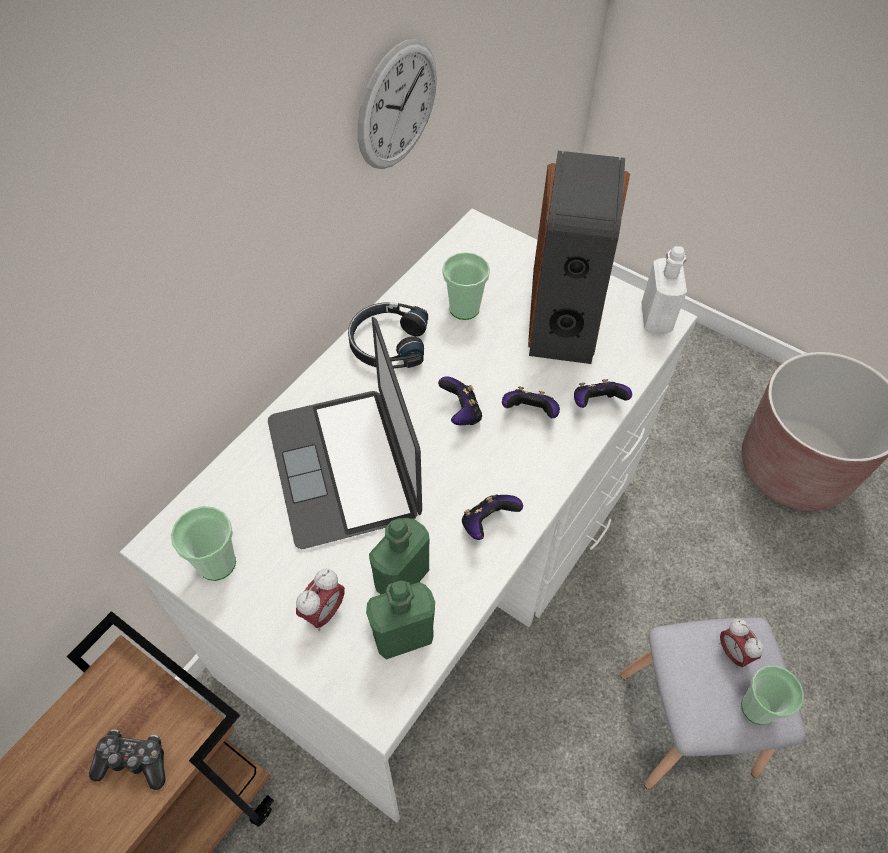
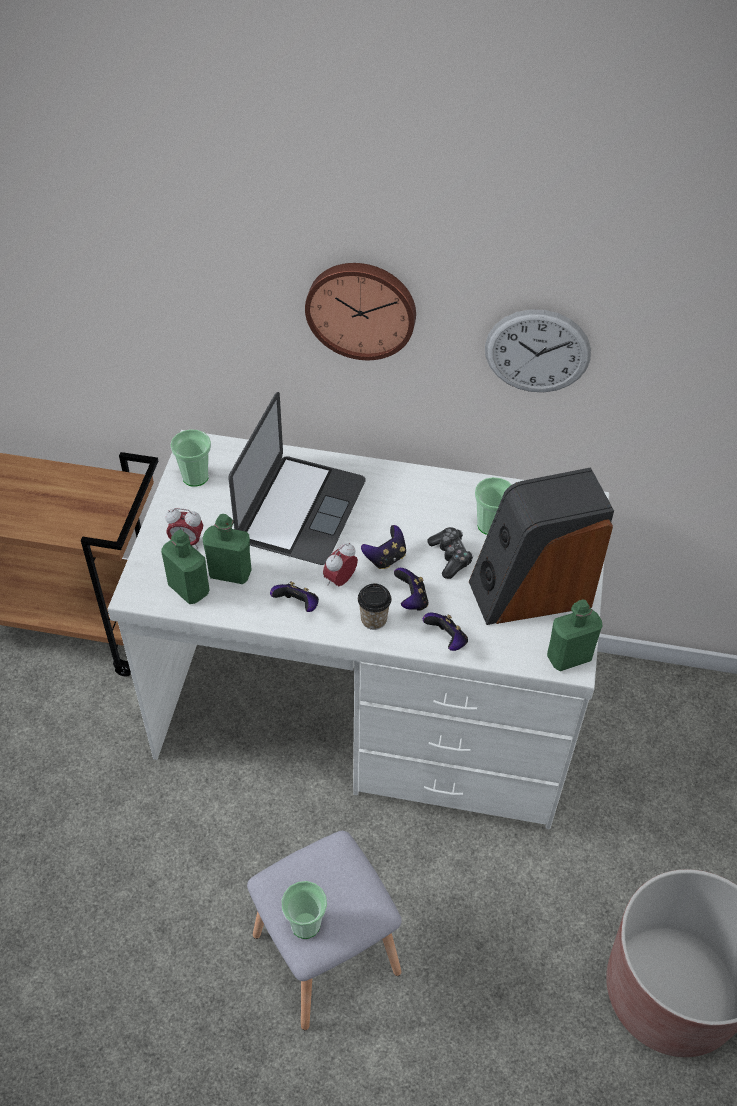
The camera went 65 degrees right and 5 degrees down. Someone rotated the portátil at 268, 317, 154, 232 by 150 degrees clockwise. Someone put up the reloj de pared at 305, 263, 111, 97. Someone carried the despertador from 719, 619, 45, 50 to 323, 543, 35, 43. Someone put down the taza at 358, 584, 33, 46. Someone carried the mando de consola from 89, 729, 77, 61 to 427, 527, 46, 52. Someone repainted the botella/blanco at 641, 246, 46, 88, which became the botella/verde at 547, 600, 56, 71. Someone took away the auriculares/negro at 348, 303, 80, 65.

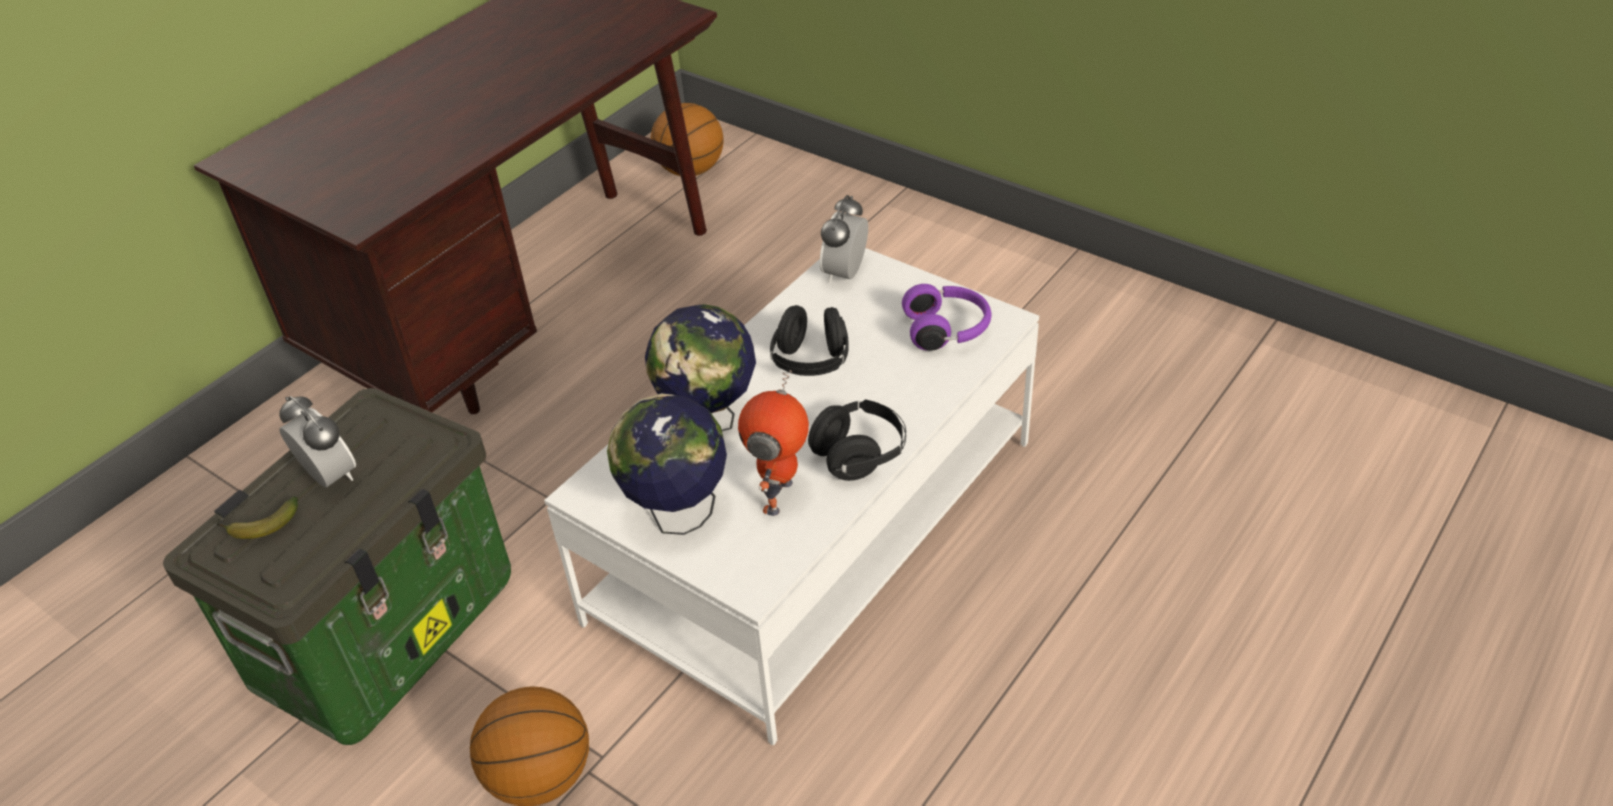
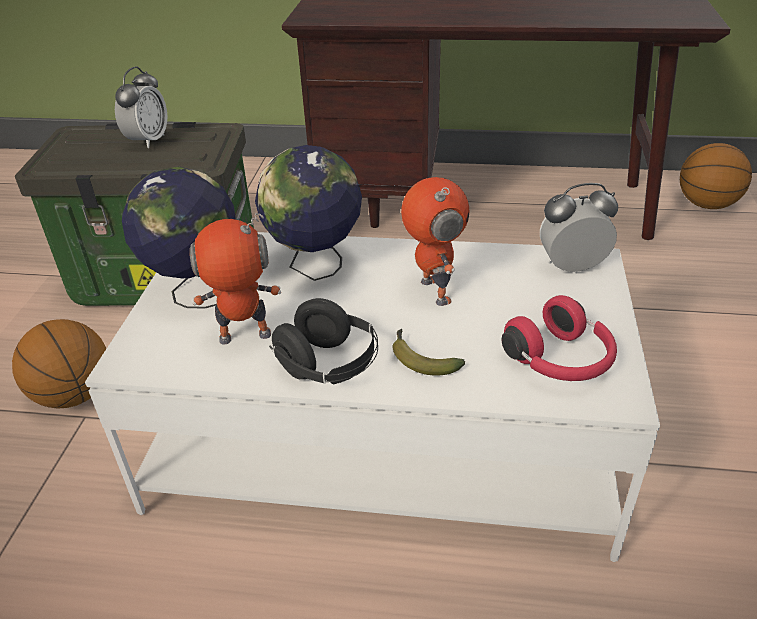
The camera went 60 degrees right and 5 degrees down. Someone carried the plátano from 216, 496, 82, 43 to 393, 329, 72, 47. Someone swapped the auriculares/negro at 770, 305, 79, 71 for the robot de juguete at 401, 177, 68, 129. Someone repainted the auriculares/morado at 902, 284, 89, 67, which became the auriculares/rojo at 502, 295, 115, 86.

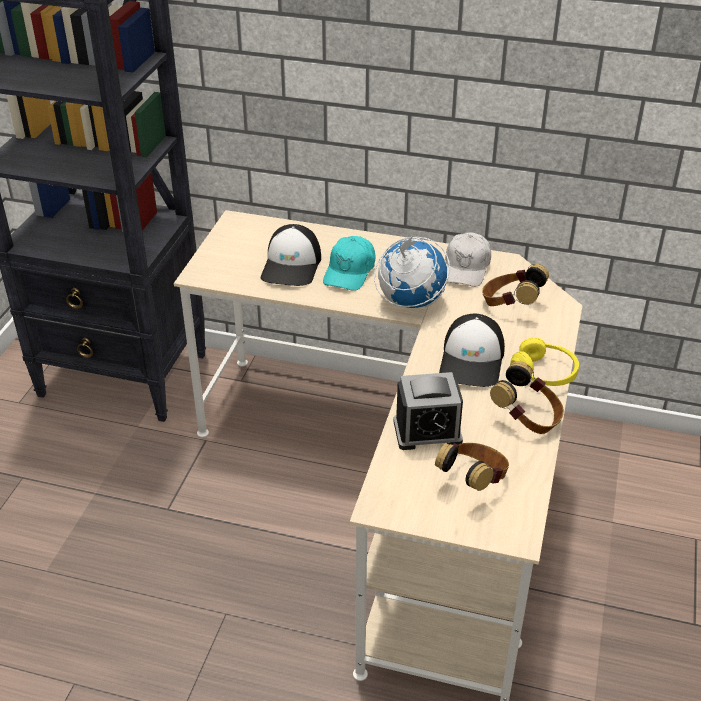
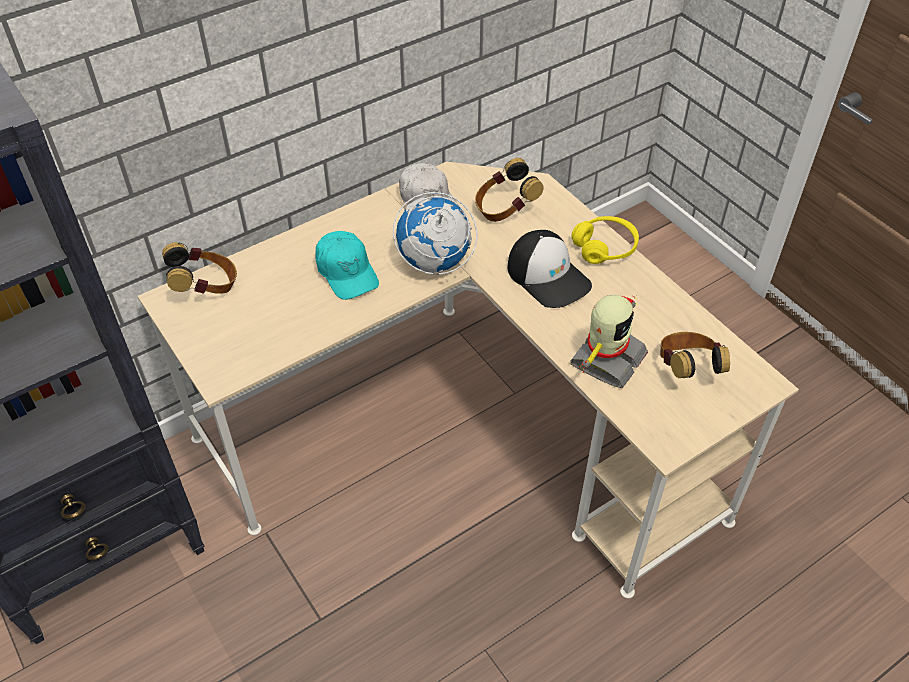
The camera went 50 degrees left and 10 degrees up. Someone carried the auriculares from 490, 361, 74, 73 to 162, 242, 75, 52. Someone swapped the despertador at 393, 372, 70, 78 for the robot de juguete at 570, 295, 78, 93. Someone took away the gorra at 261, 224, 60, 62.

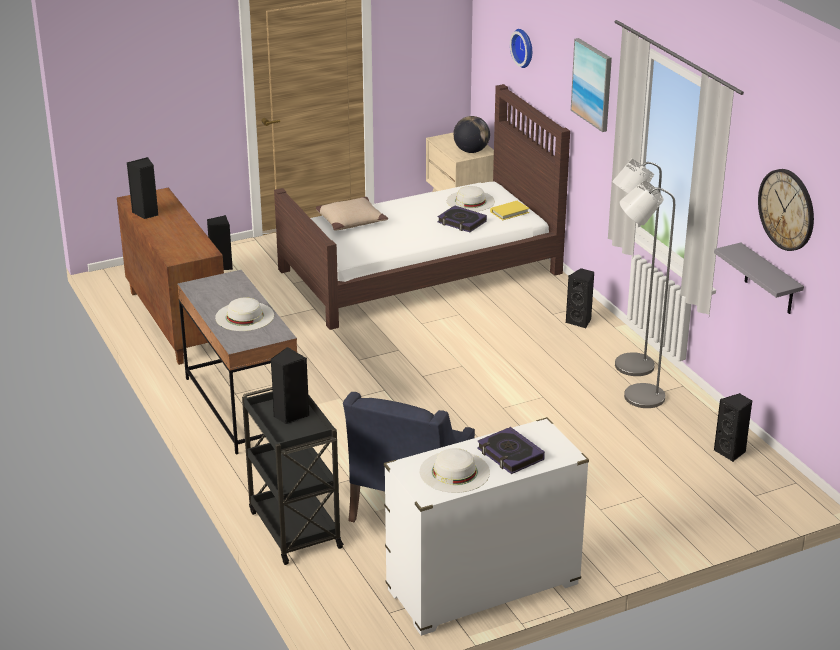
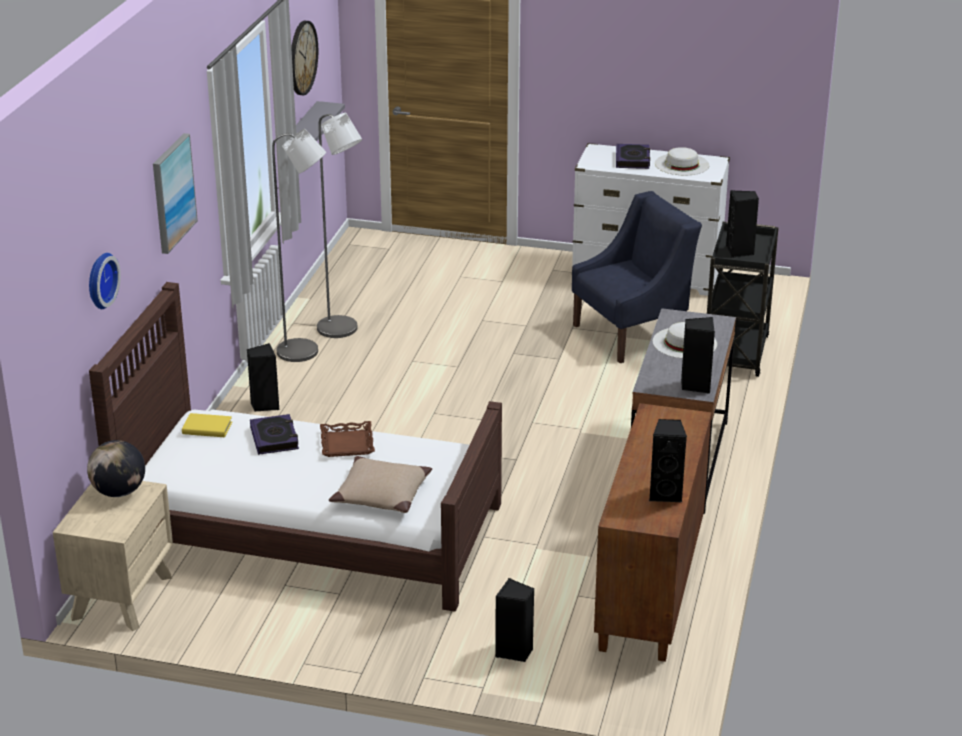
The camera went 140 degrees left and 0 degrees up. Someone put down the bandeja/marrón at 320, 421, 55, 36. Someone carried the altavoz/negro from 714, 393, 38, 69 to 681, 317, 34, 77. Someone took away the sombrero/blanco at 447, 186, 48, 26.

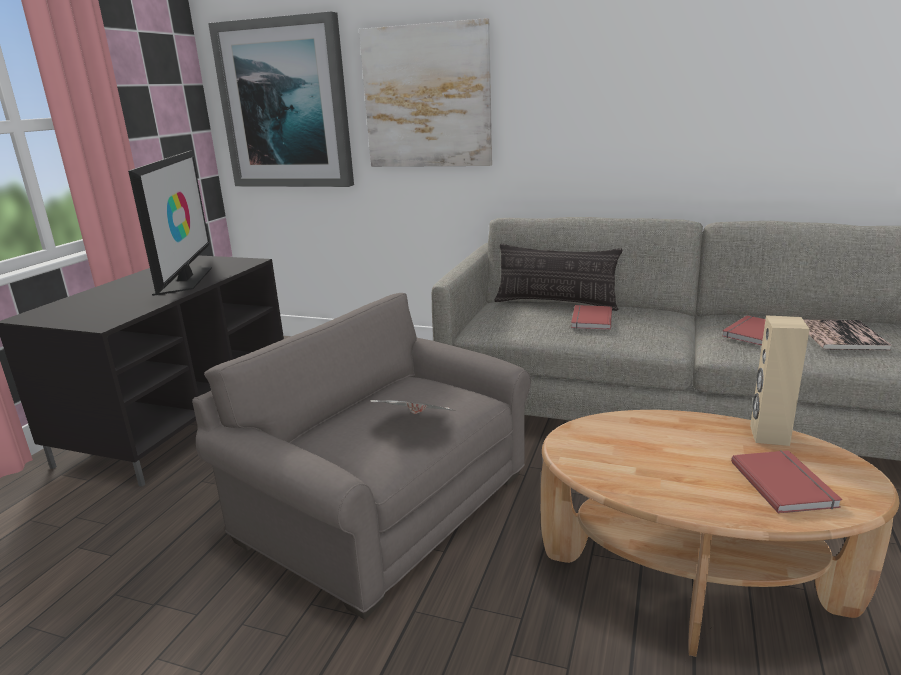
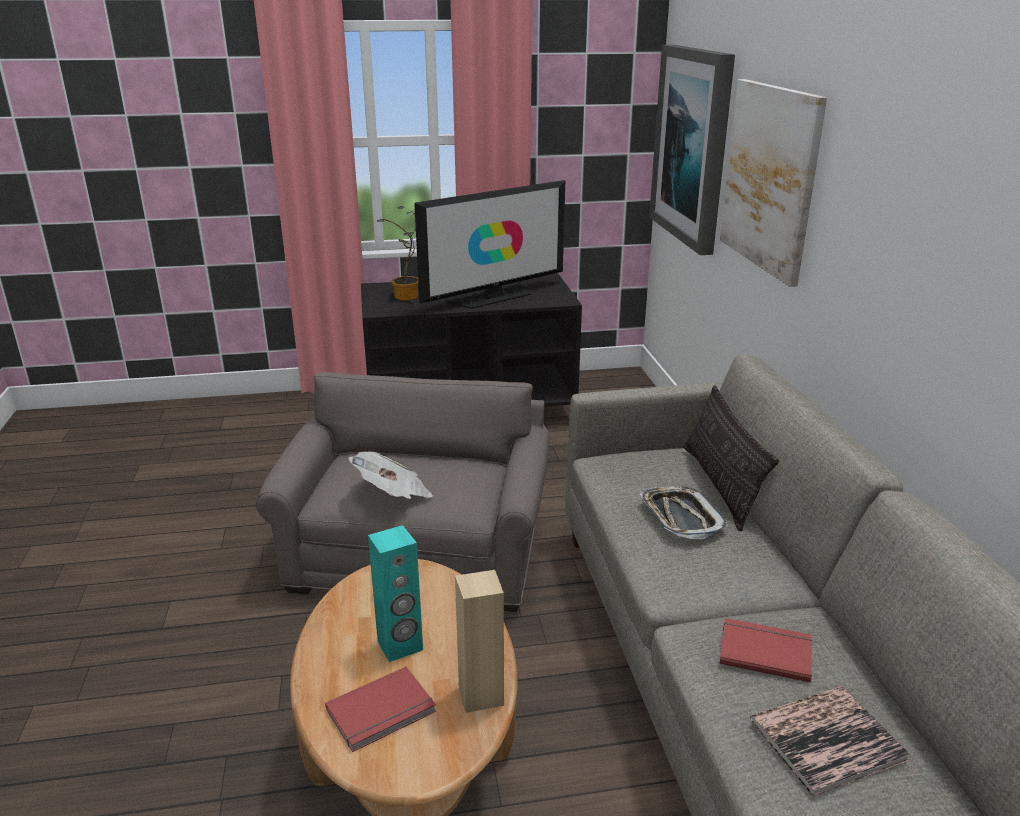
The camera went 60 degrees right and 5 degrees up. Someone put down the altavoz/turquesa at 368, 525, 55, 137. Someone put down the planta en maceta at 377, 206, 42, 95. Someone swapped the libro/rojo at 571, 305, 41, 25 for the bandeja at 639, 486, 89, 53.

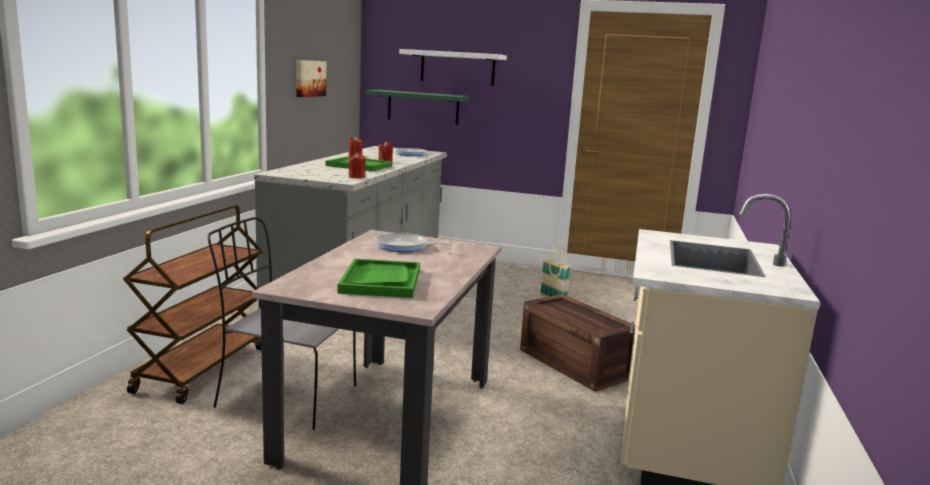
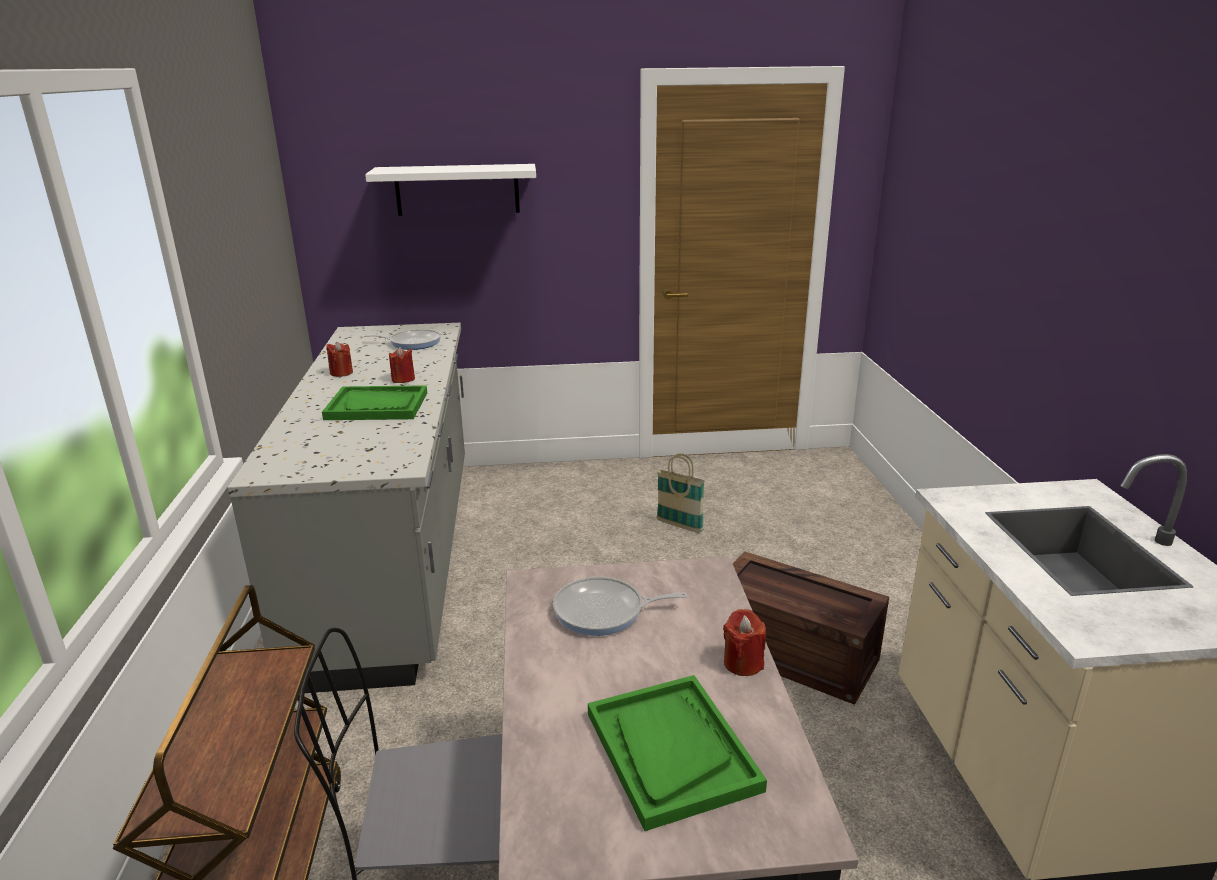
The camera went 20 degrees left and 10 degrees up. Someone carried the vela/rojo from 348, 153, 18, 25 to 723, 609, 43, 67. Someone took away the cuadro at 296, 60, 30, 37. Someone took away the estante/verde at 365, 90, 105, 35.

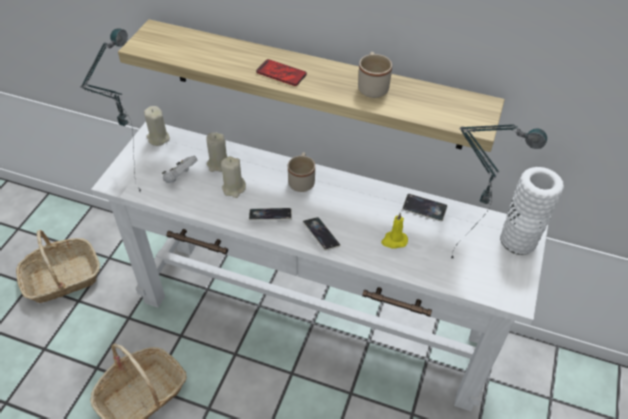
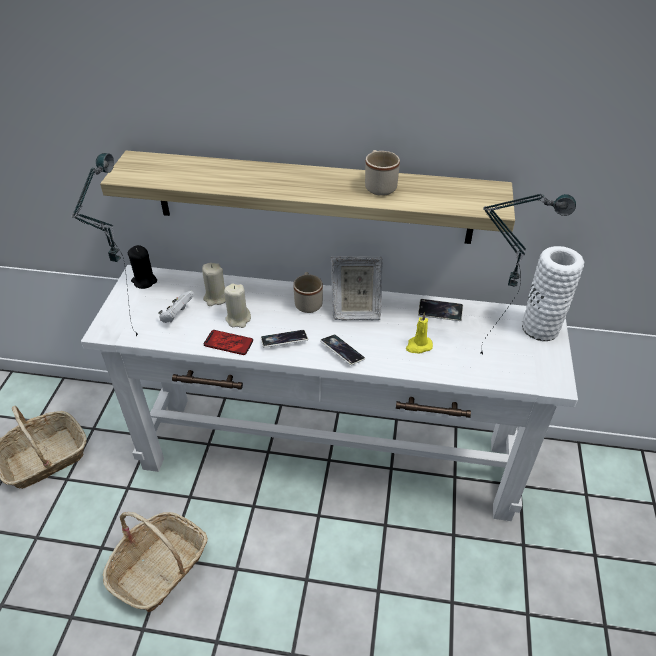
The camera went 10 degrees left and 5 degrees down. Someone repainted the vela/beis at 144, 106, 26, 40, which became the vela/negro at 128, 245, 29, 44. Someone carried the móvil from 256, 59, 51, 27 to 204, 330, 49, 25. Someone put down the portarretratos at 331, 256, 52, 64.

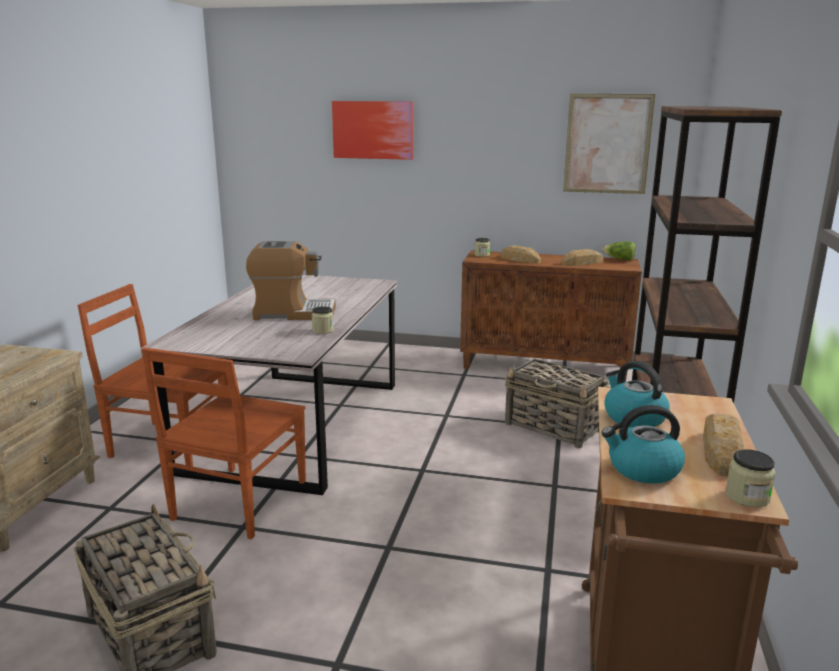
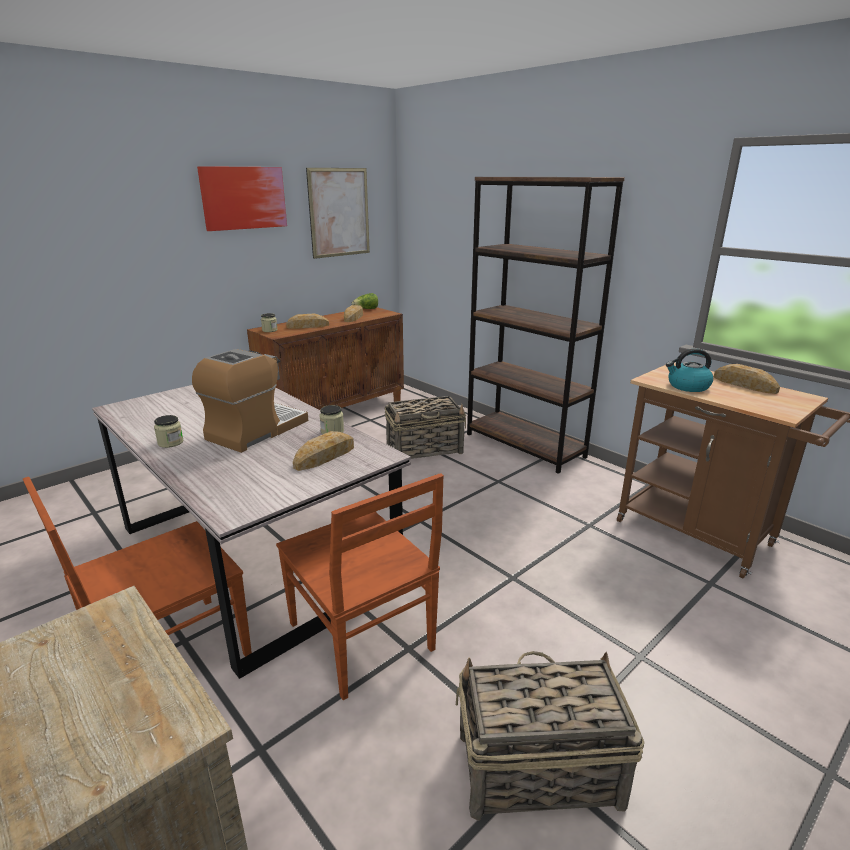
The camera went 55 degrees left and 5 degrees up. Someone carried the tarro from 725, 449, 51, 59 to 154, 415, 30, 33. Someone carried the cuadro from 332, 101, 81, 59 to 197, 166, 90, 65. Someone put down the pan at 293, 431, 61, 40. Someone took away the hervidor at 601, 405, 84, 79.

